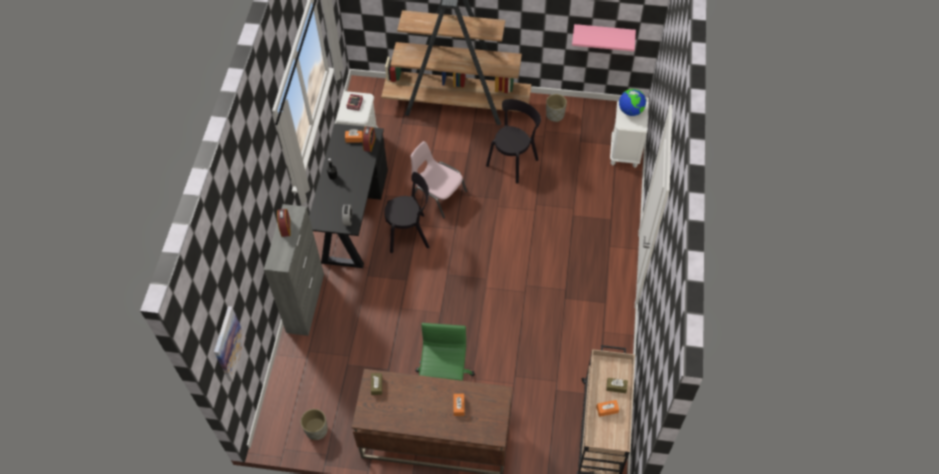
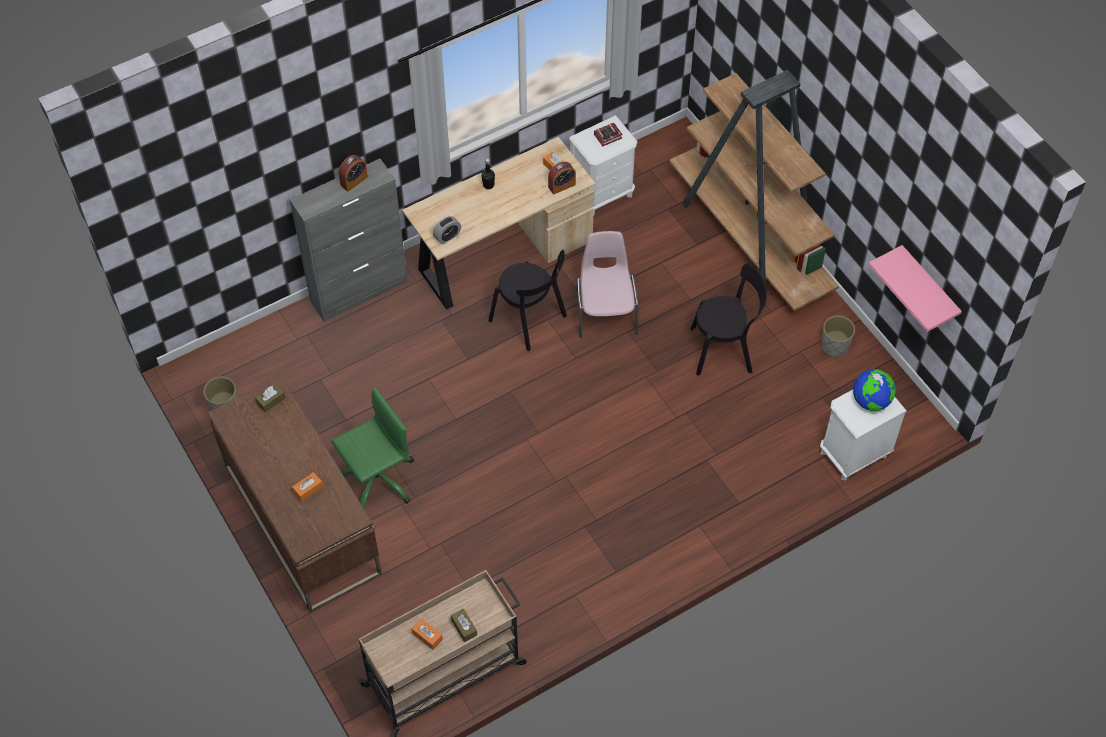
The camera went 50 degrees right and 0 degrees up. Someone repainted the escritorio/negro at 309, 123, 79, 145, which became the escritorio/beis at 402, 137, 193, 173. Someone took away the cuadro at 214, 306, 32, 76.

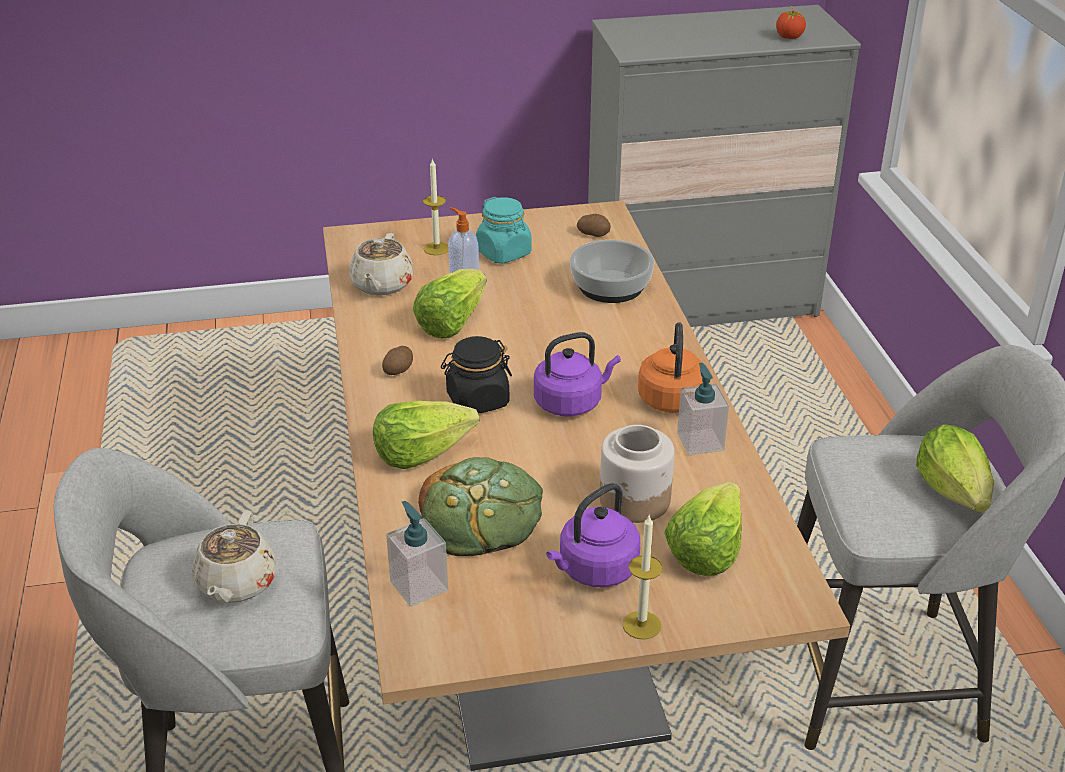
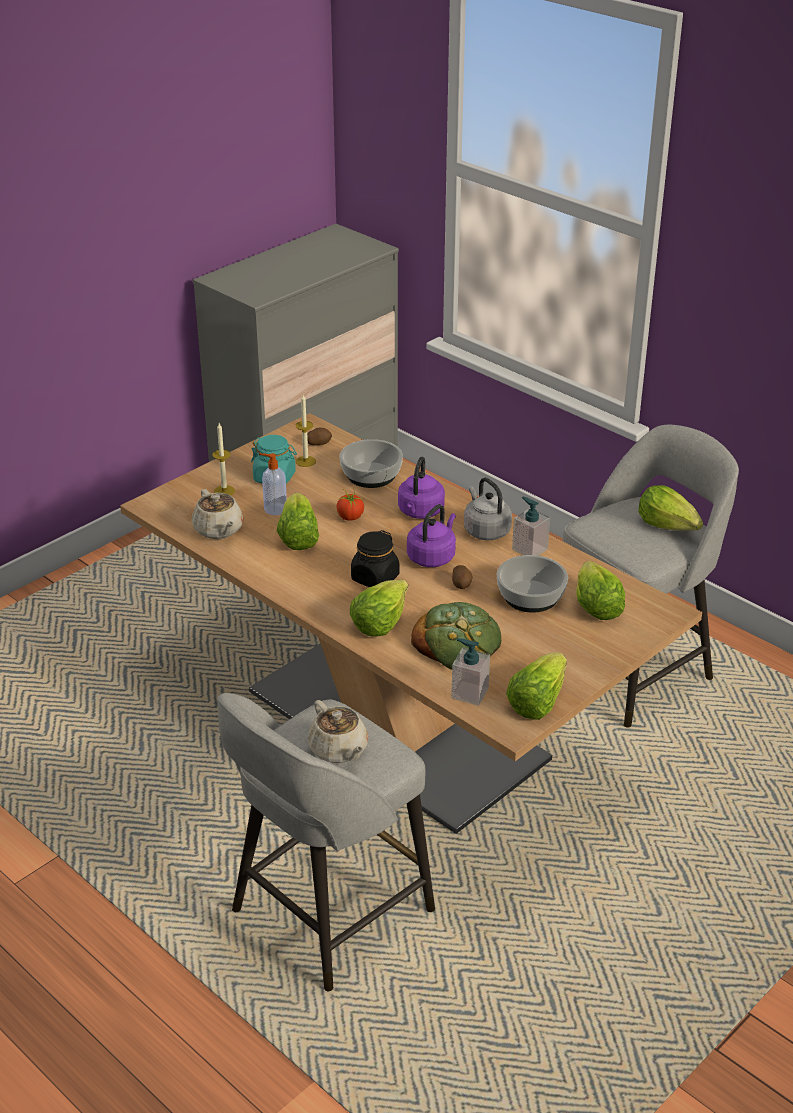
The camera went 35 degrees left and 0 degrees up. Someone carried the vela from 622, 514, 41, 126 to 296, 395, 20, 72. Someone carried the tomate from 776, 6, 30, 33 to 337, 489, 27, 32. Someone carried the hervidor/morado from 546, 483, 94, 104 to 398, 457, 47, 62. Someone carried the patata from 382, 346, 31, 29 to 452, 565, 21, 24. Someone repainted the hervidor/naranja at 638, 322, 65, 91, which became the hervidor/gris at 464, 478, 48, 62. Someone swapped the tarro at 600, 425, 74, 98 for the cuenco at 497, 555, 71, 57. Someone put down the lechuga at 506, 652, 61, 68.

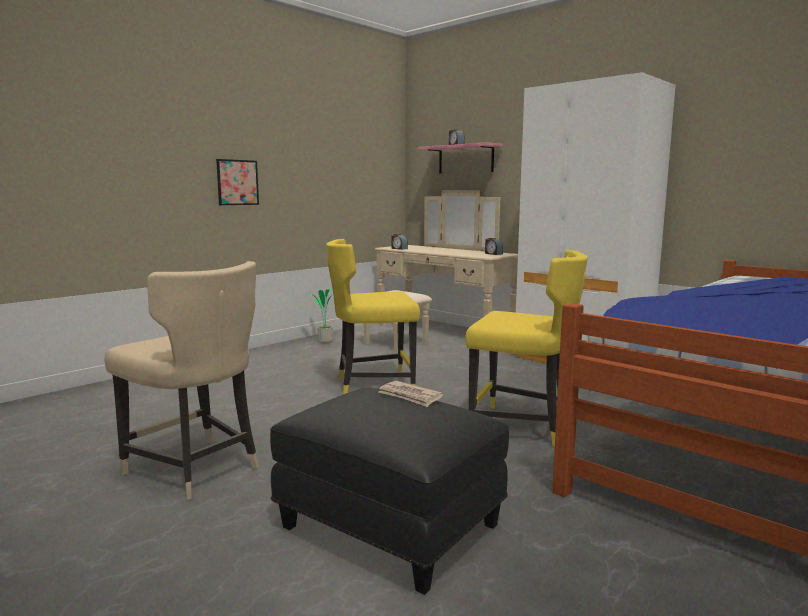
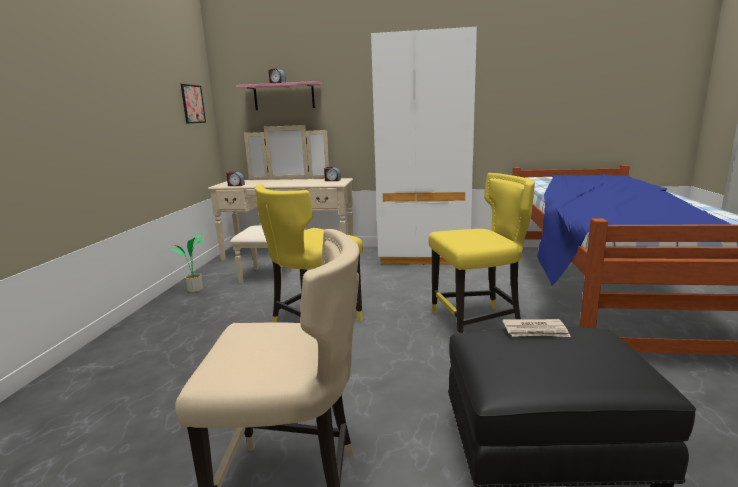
The camera went 35 degrees left and 5 degrees up. Someone carried the cuadro from 216, 159, 43, 46 to 181, 84, 25, 40.

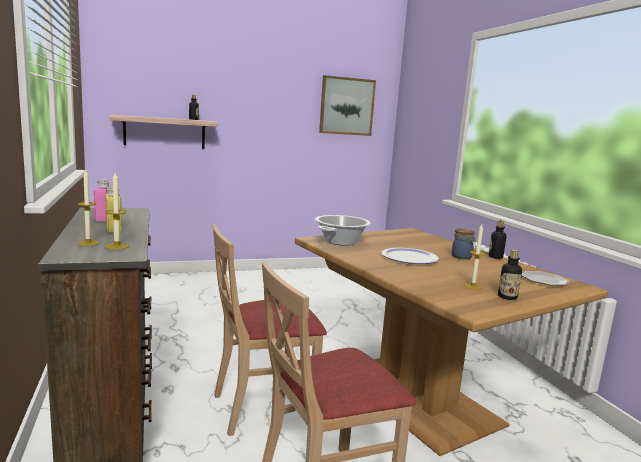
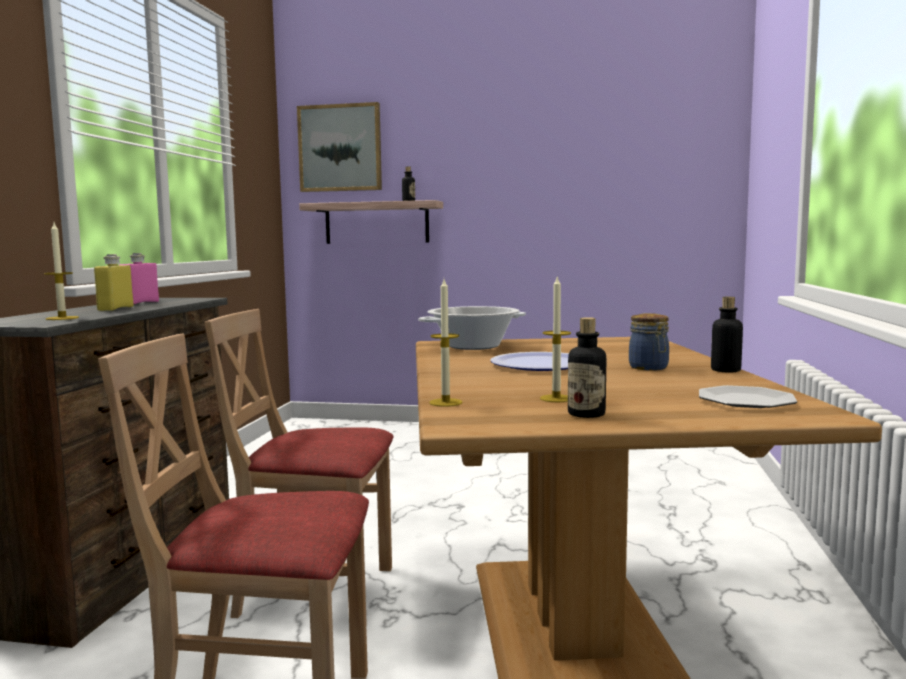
The camera went 30 degrees right and 5 degrees down. Someone carried the cuadro from 319, 75, 57, 61 to 297, 102, 85, 90. Someone carried the vela from 78, 169, 21, 77 to 429, 279, 33, 128.

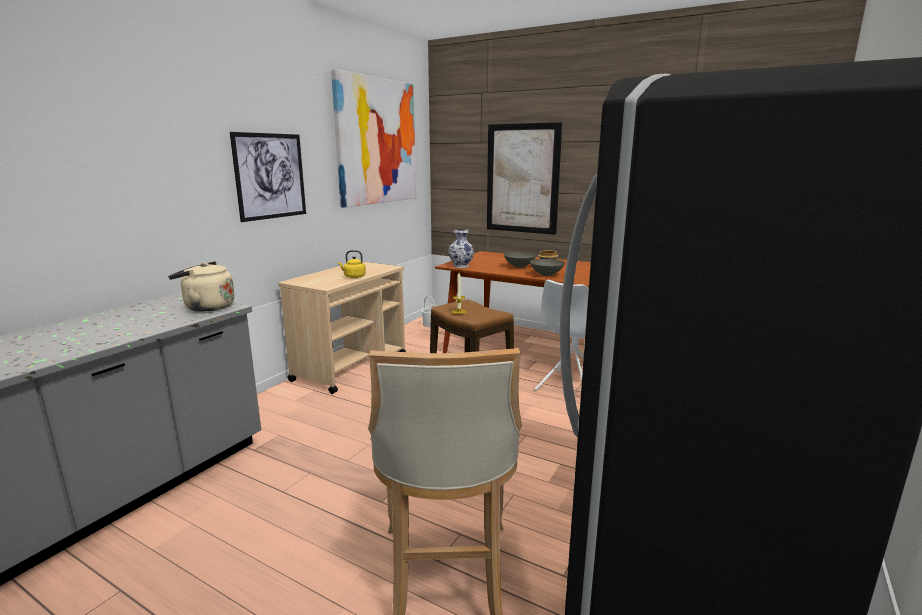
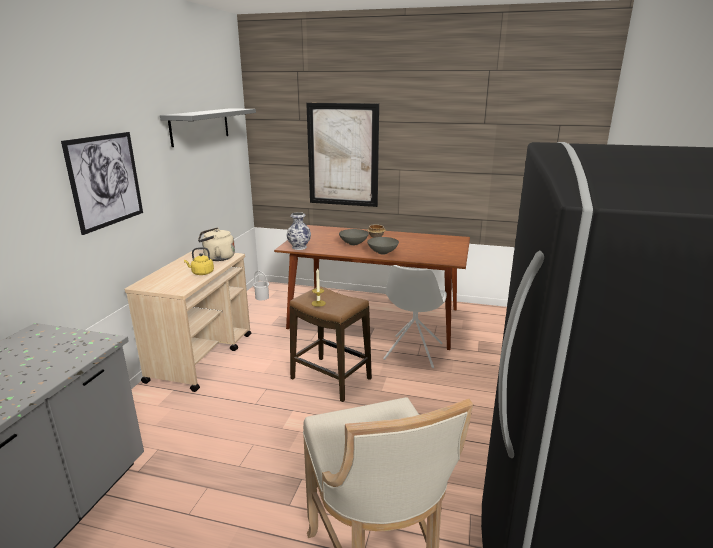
The camera went 15 degrees left and 5 degrees up. Someone swapped the cuadro at 331, 69, 85, 138 for the estante/gris at 160, 108, 96, 39. Someone carried the hervidor/beis from 168, 261, 67, 50 to 198, 227, 37, 34.

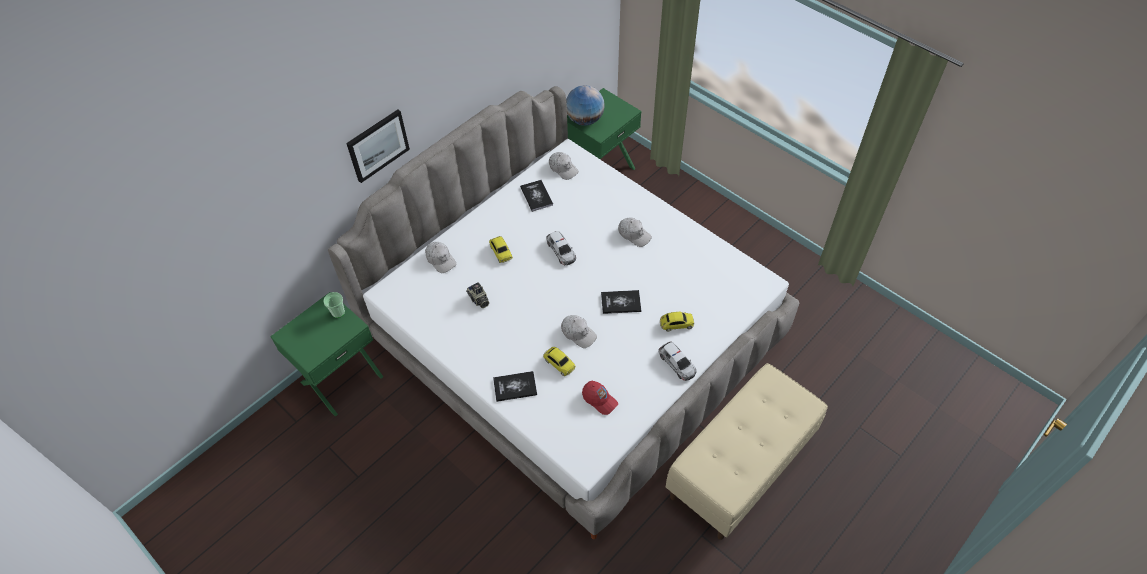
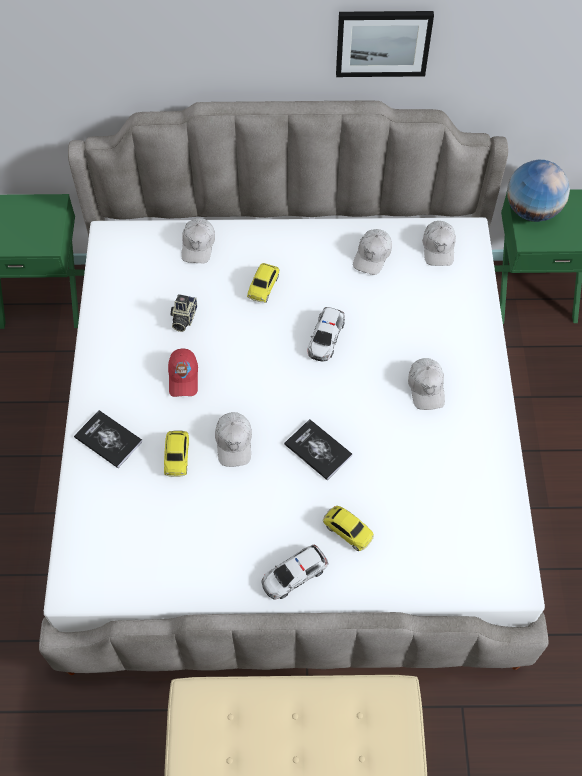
The camera went 45 degrees right and 5 degrees up. Someone carried the gorra/rojo from 582, 381, 36, 34 to 168, 348, 30, 49. Someone rotated the coche de juguete at 658, 341, 39, 40 by 45 degrees clockwise. Someone carried the cuadro from 346, 109, 64, 74 to 336, 11, 98, 66. Someone swapped the libro at 520, 180, 33, 32 for the gorra/blanco at 353, 229, 39, 46. Someone took away the taza at 324, 292, 21, 26.

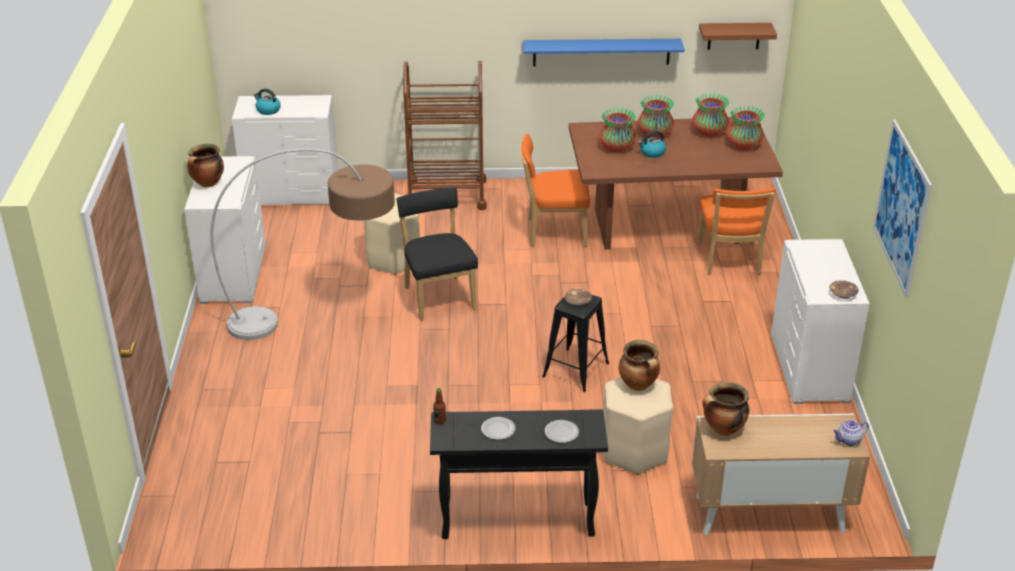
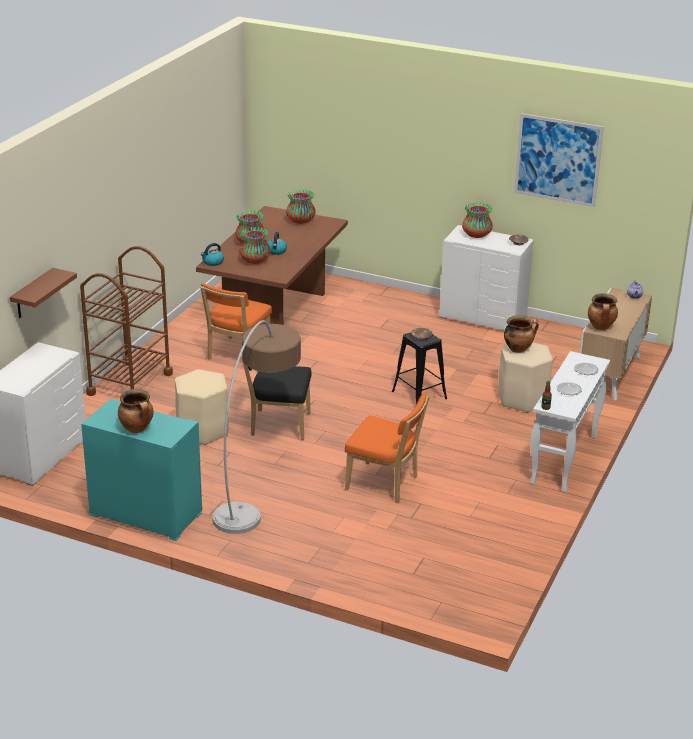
The camera went 65 degrees left and 5 degrees down. Someone carried the estante/marrón from 699, 23, 78, 27 to 10, 268, 67, 50. Someone repainted the cómoda/blanco at 184, 156, 82, 148, which became the cómoda/turquesa at 81, 399, 121, 142. Someone carried the hervidor from 253, 88, 28, 27 to 201, 243, 23, 23. Someone carried the silla/naranja from 698, 188, 78, 87 to 345, 392, 84, 111. Someone carried the florero from 692, 93, 37, 44 to 462, 202, 31, 36. Someone repainted the mesa consola/negro at 430, 409, 178, 130, which became the mesa consola/blanco at 530, 351, 80, 142. Someone took away the estante/azul at 523, 39, 162, 27.

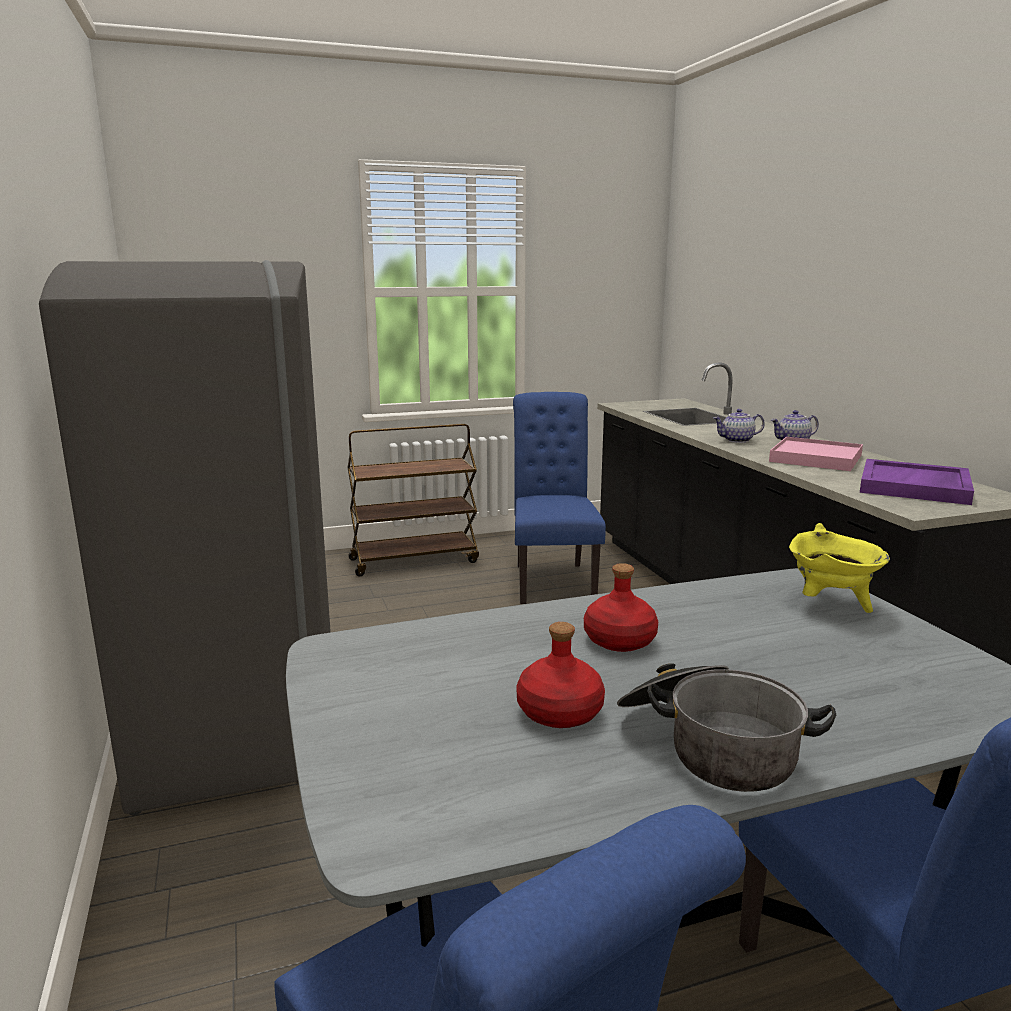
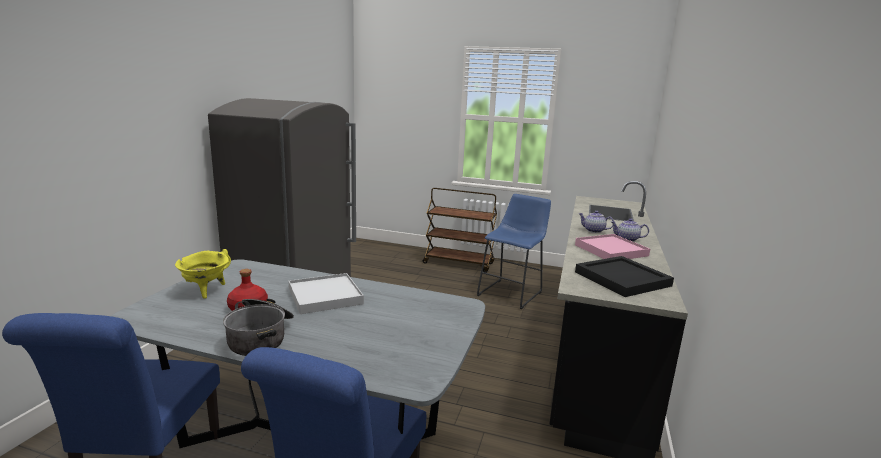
The camera went 35 degrees right and 0 degrees up. Someone carried the olla/amarillo from 789, 523, 101, 90 to 175, 249, 56, 50. Someone swapped the botella/rojo at 584, 563, 74, 89 for the bandeja/blanco at 289, 273, 75, 41. Someone swapped the silla/azul at 513, 392, 93, 212 for the taburete/azul at 477, 194, 74, 115. Someone repainted the bandeja/morado at 860, 459, 114, 46, which became the bandeja/negro at 575, 256, 99, 41.

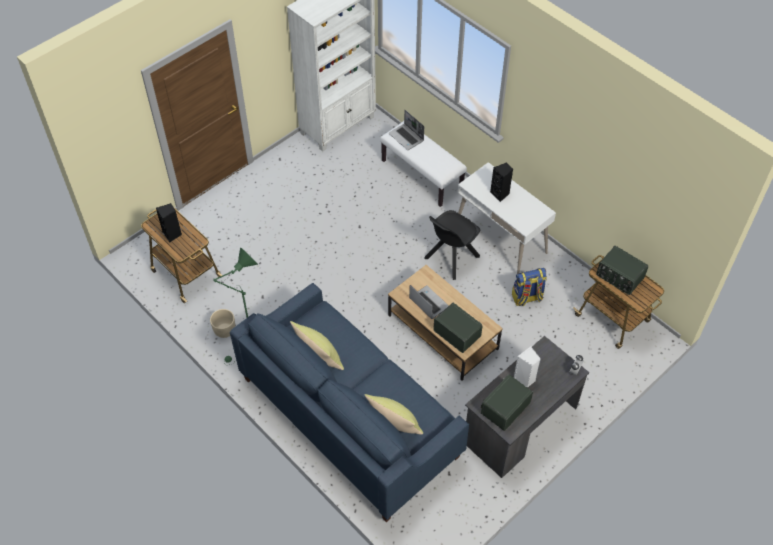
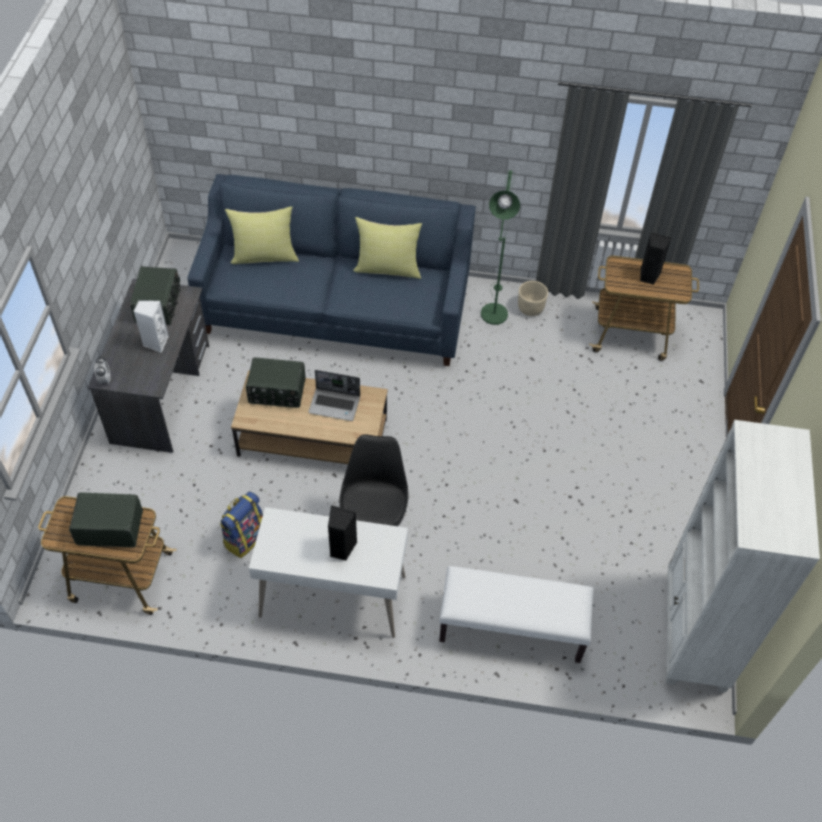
The camera went 140 degrees right and 0 degrees up. Someone took away the portátil at 389, 110, 35, 40.

